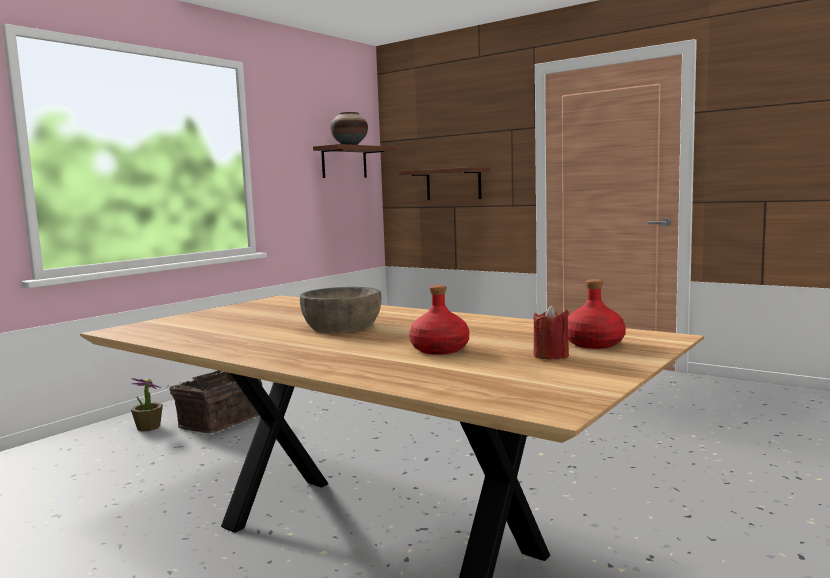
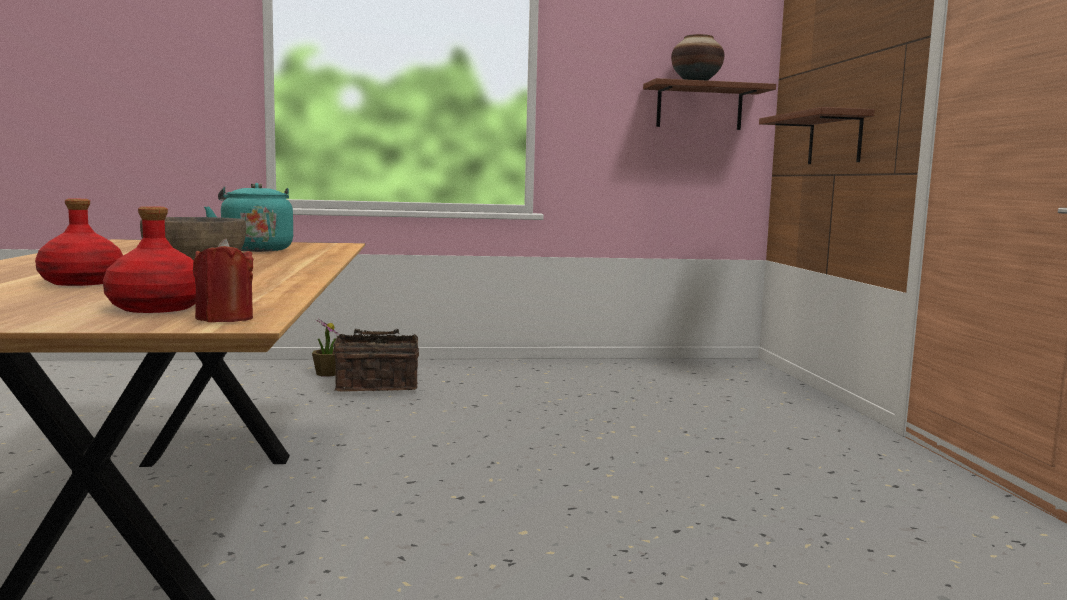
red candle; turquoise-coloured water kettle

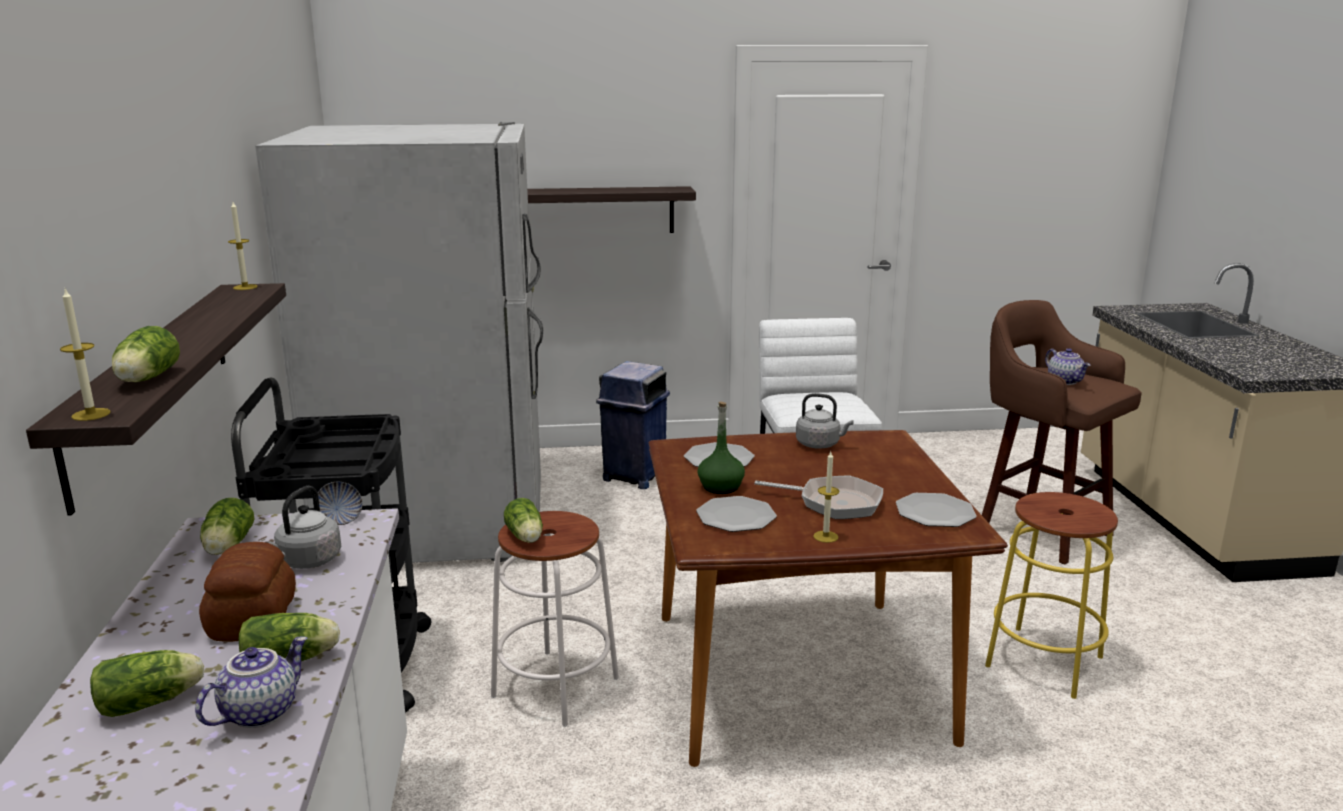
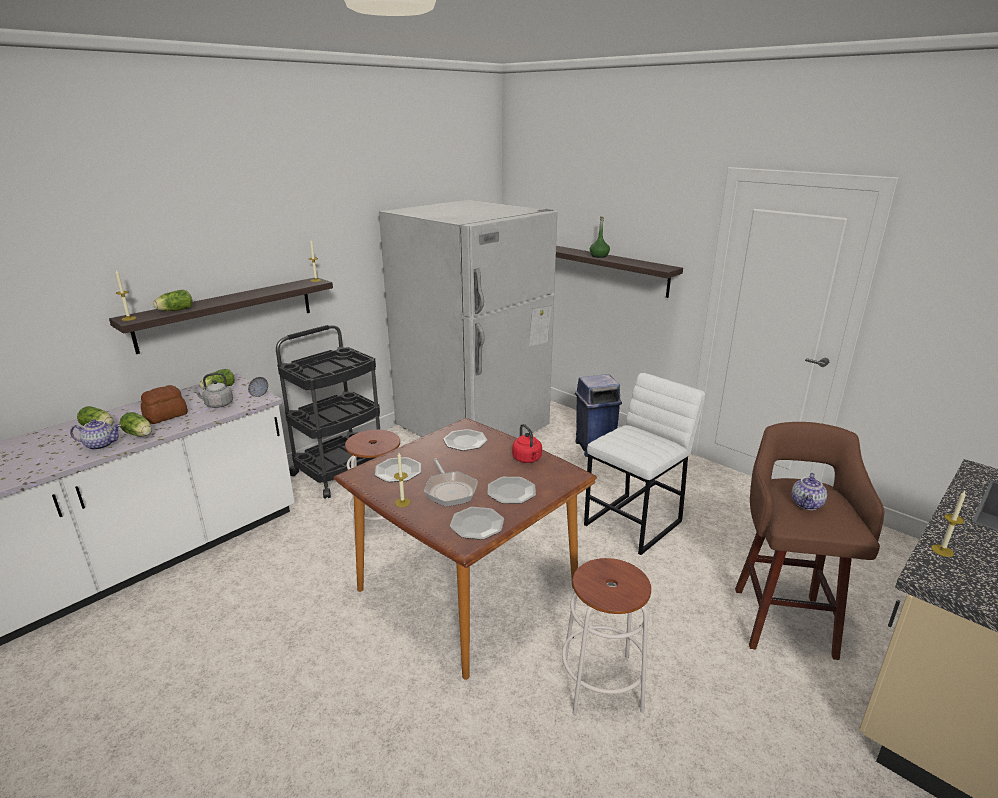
head of lettuce (5th from left in the first image); green-coloured beverage bottle; red water kettle; white-coloured sitting stool (2nd from left); dinner plate (4th from left); candle (4th from left)

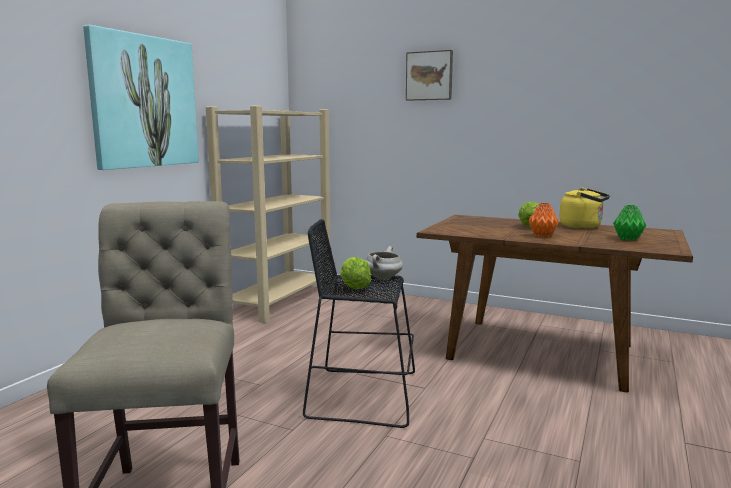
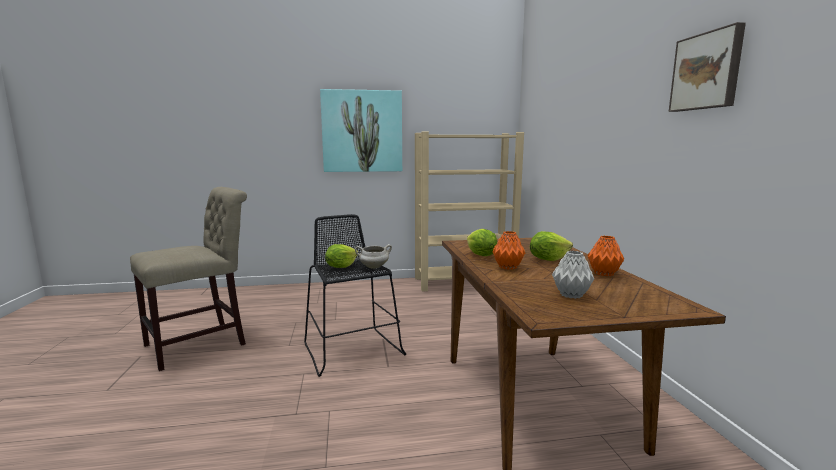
picture (2nd from left); orange-coloured decorative vase (2nd from left); greyish decorative vase; head of lettuce (2nd from left)

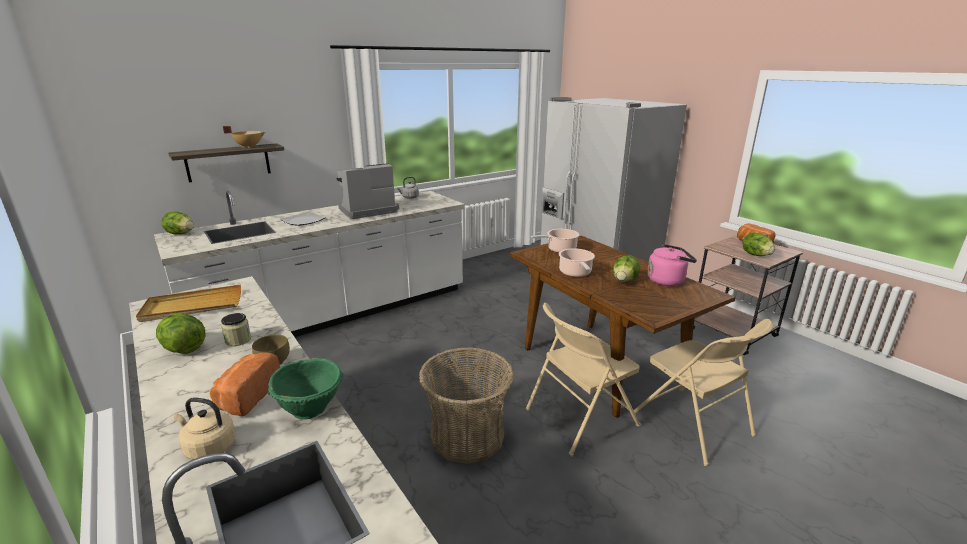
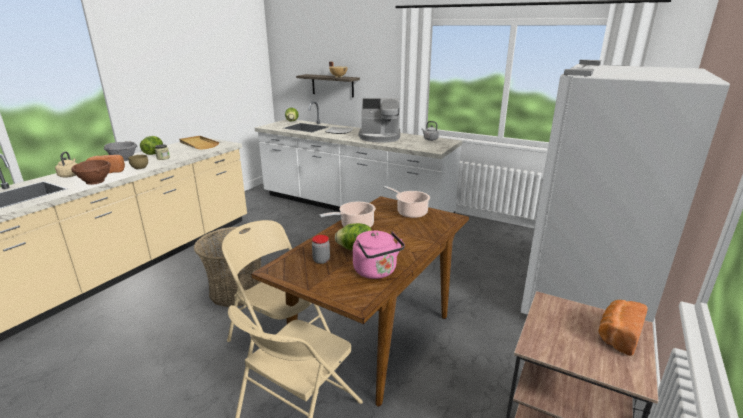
brownish deep dish (1st from left); coffee machine; head of lettuce (4th from left in the first image); greyish deep dish; storage jar (2nd from left)

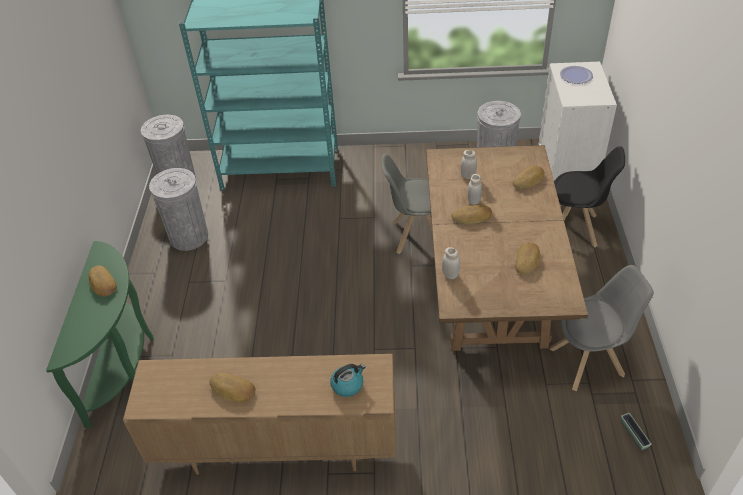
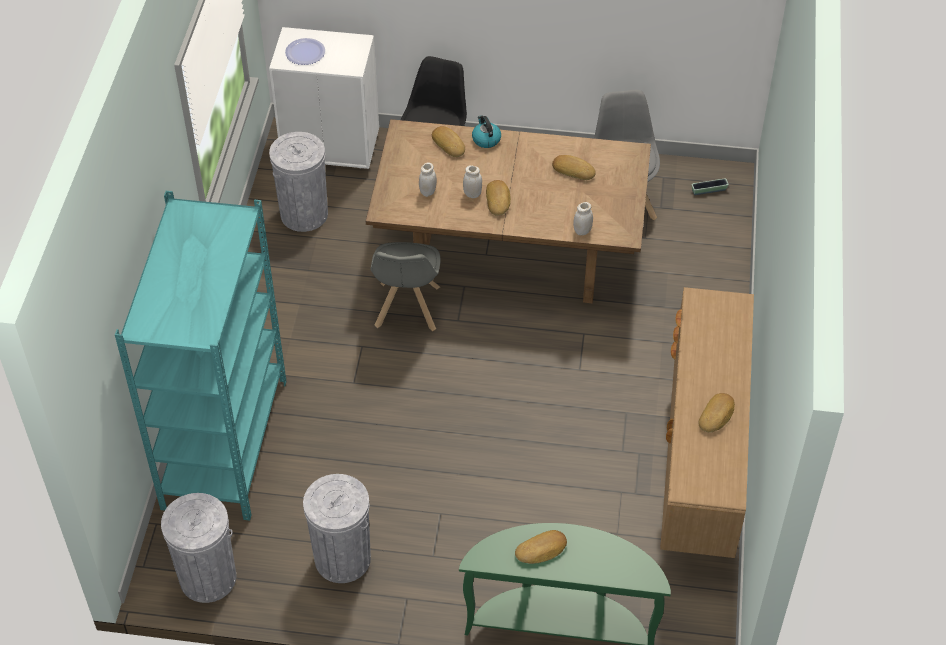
water kettle

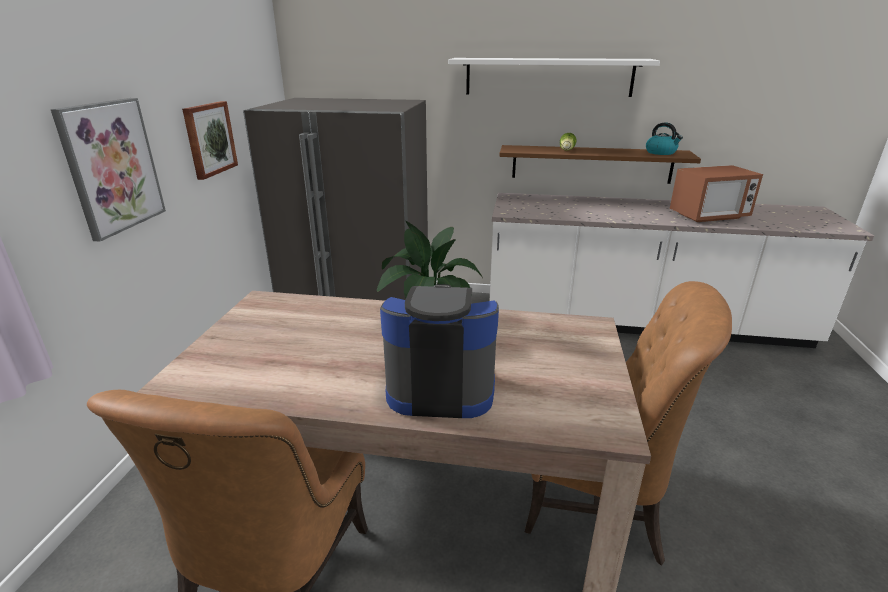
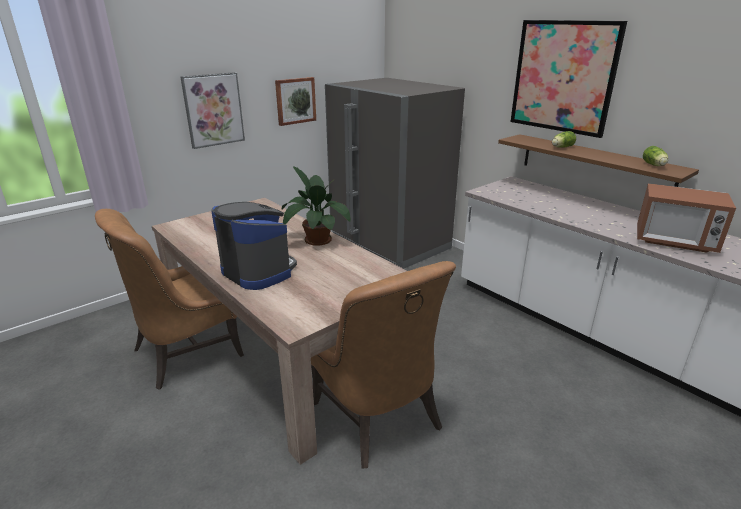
picture (3rd from left); head of lettuce (2nd from left)

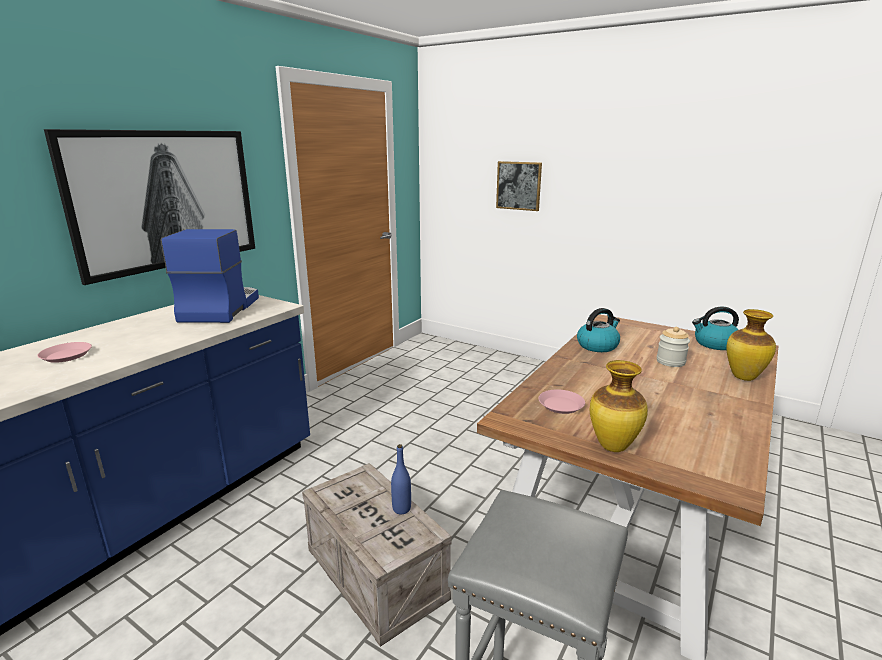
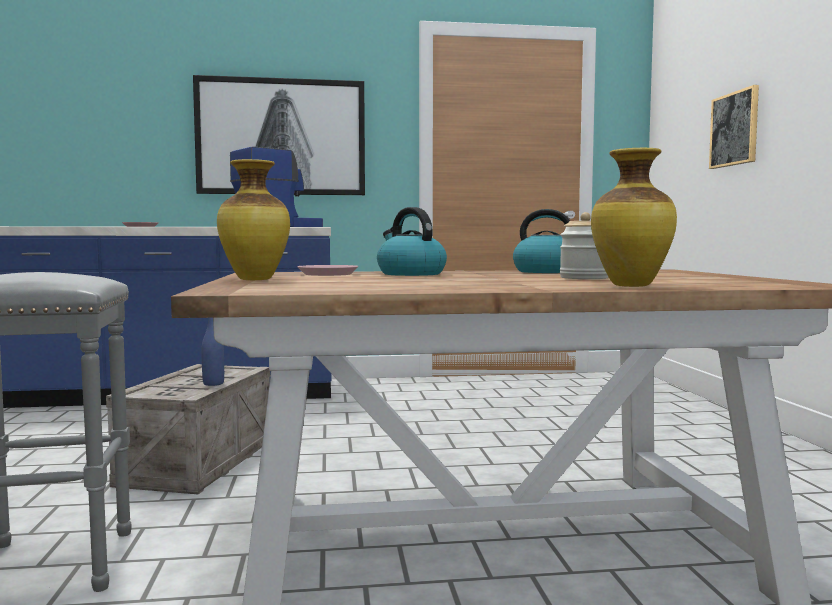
water kettle (1st from left)

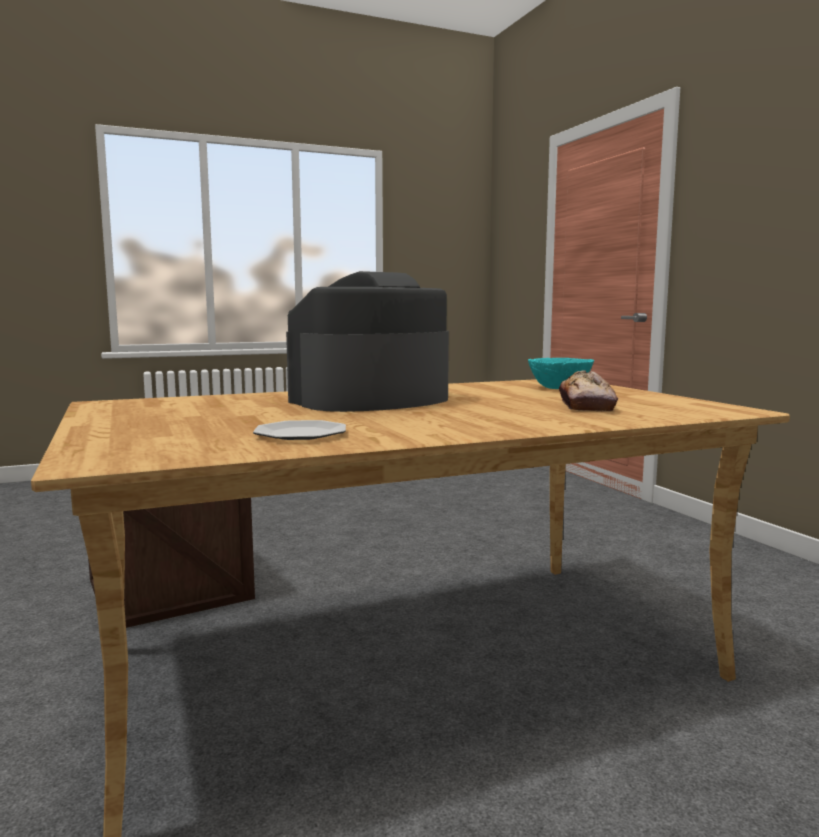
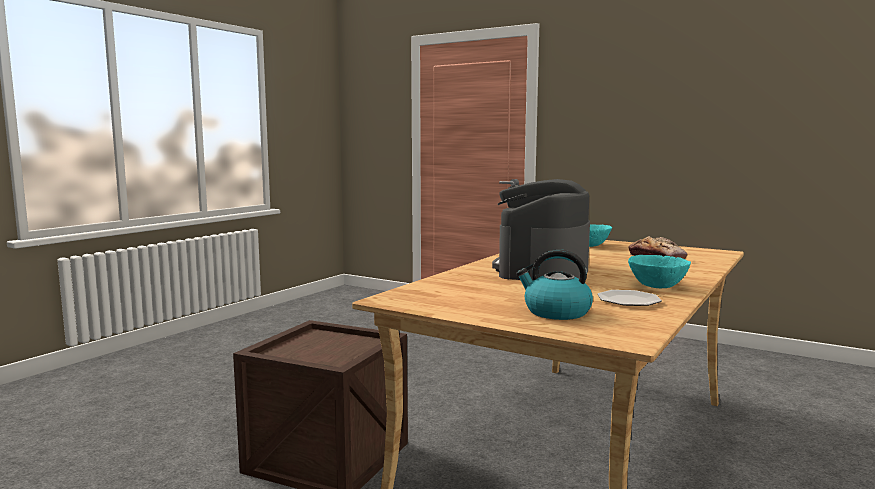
water kettle; turquoise-coloured deep dish (2nd from left)

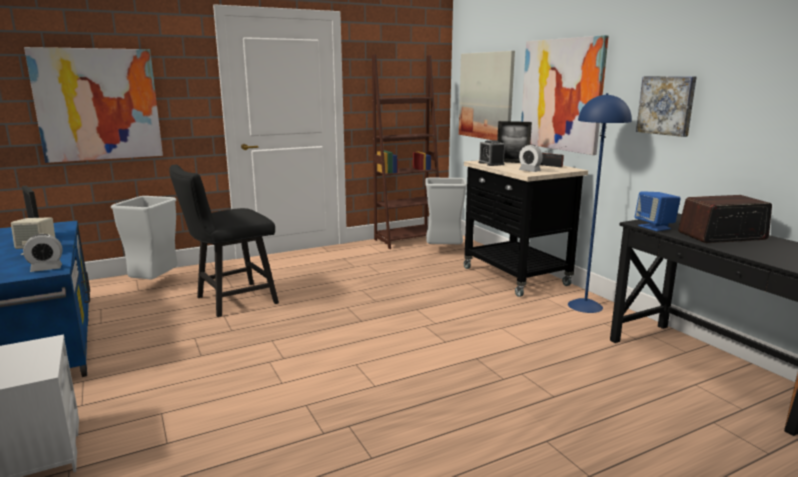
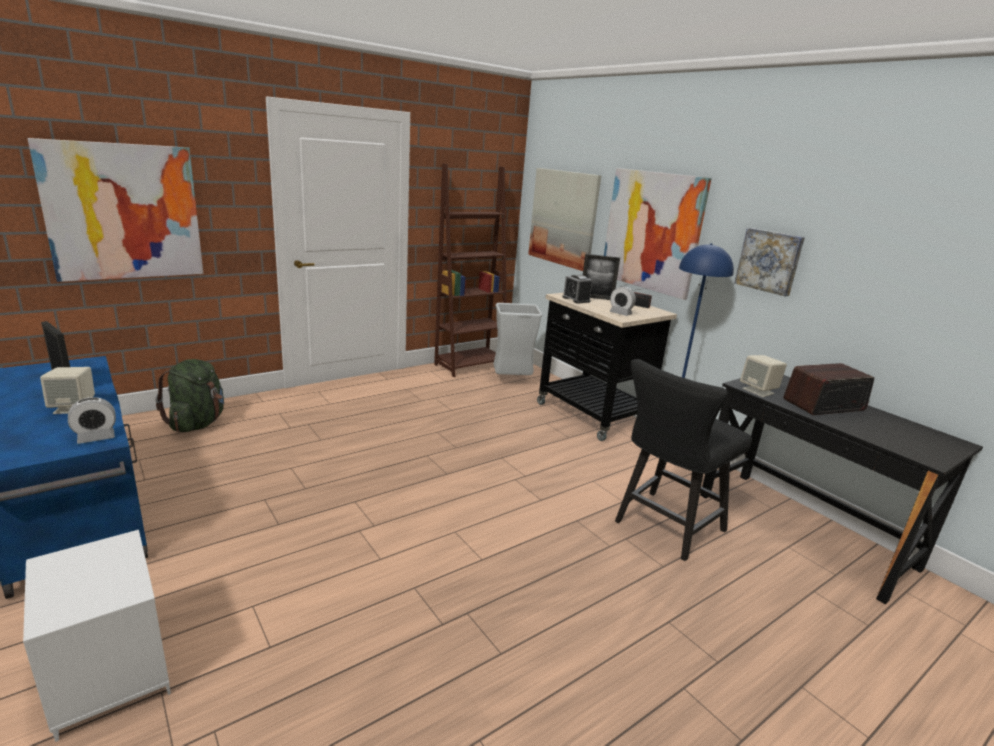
green-coloured backpack; blackish chair; sand-coloured audio speaker (2nd from left)

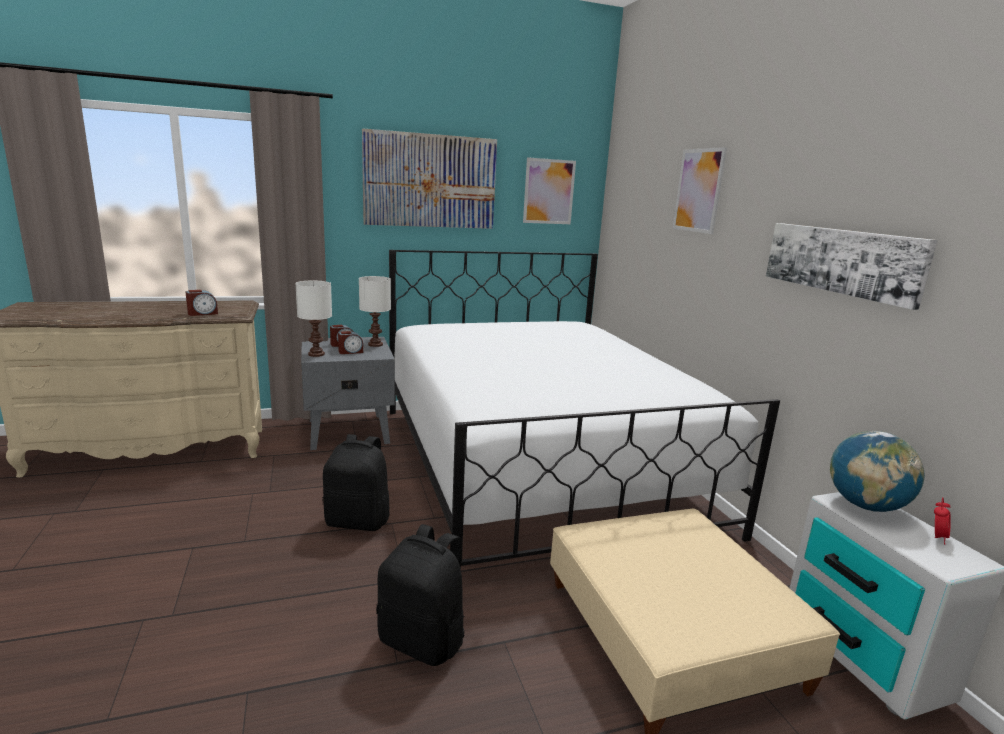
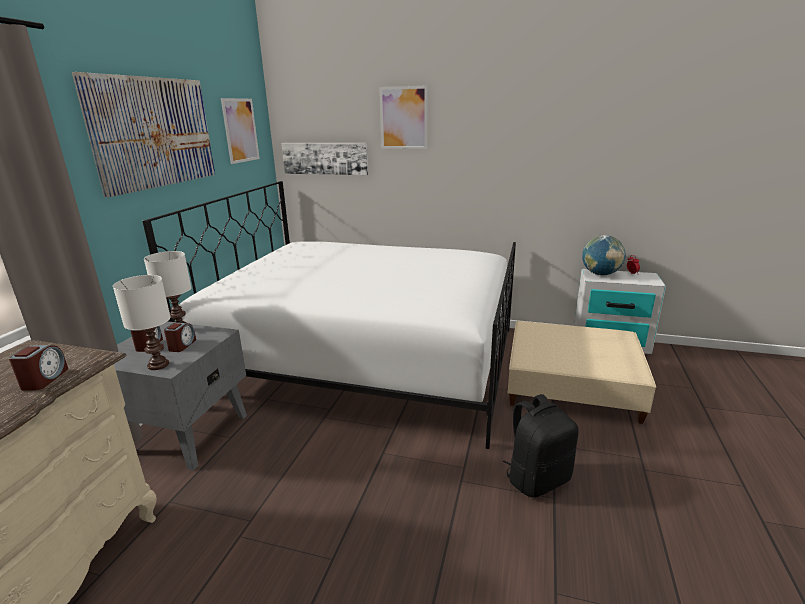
blackish backpack (1st from left in the first image); picture (3rd from left)

